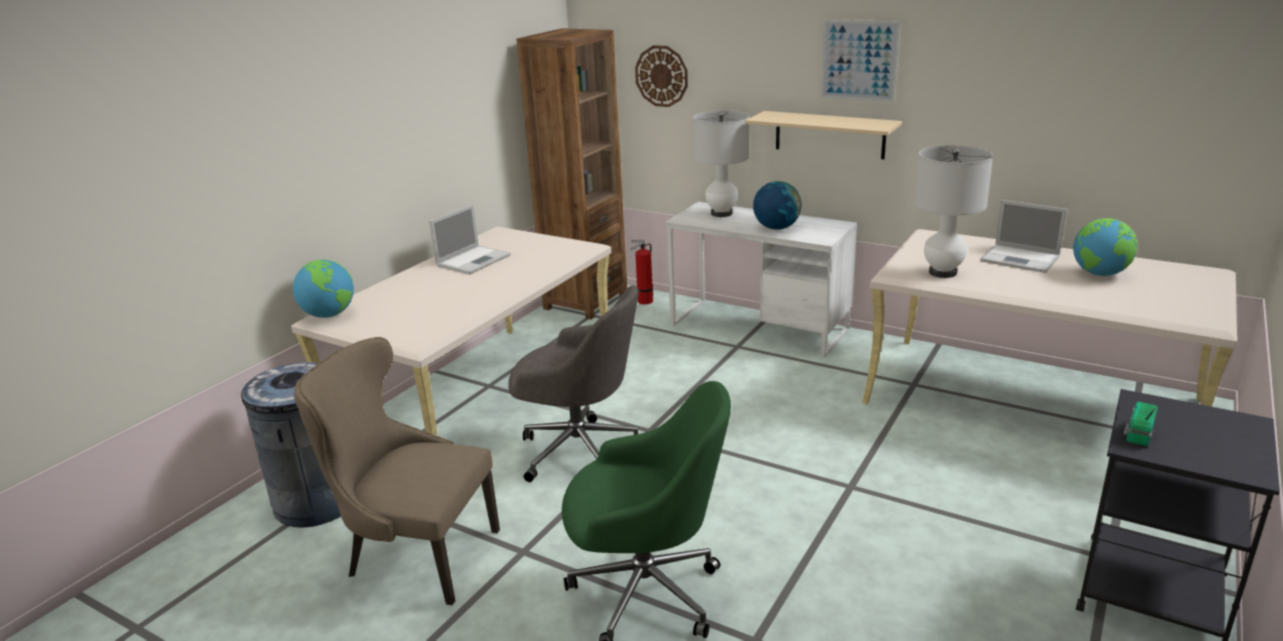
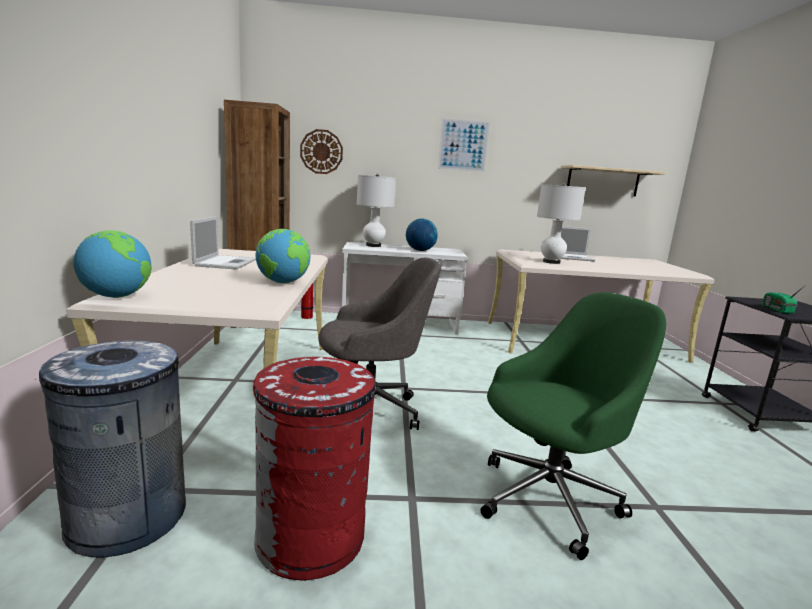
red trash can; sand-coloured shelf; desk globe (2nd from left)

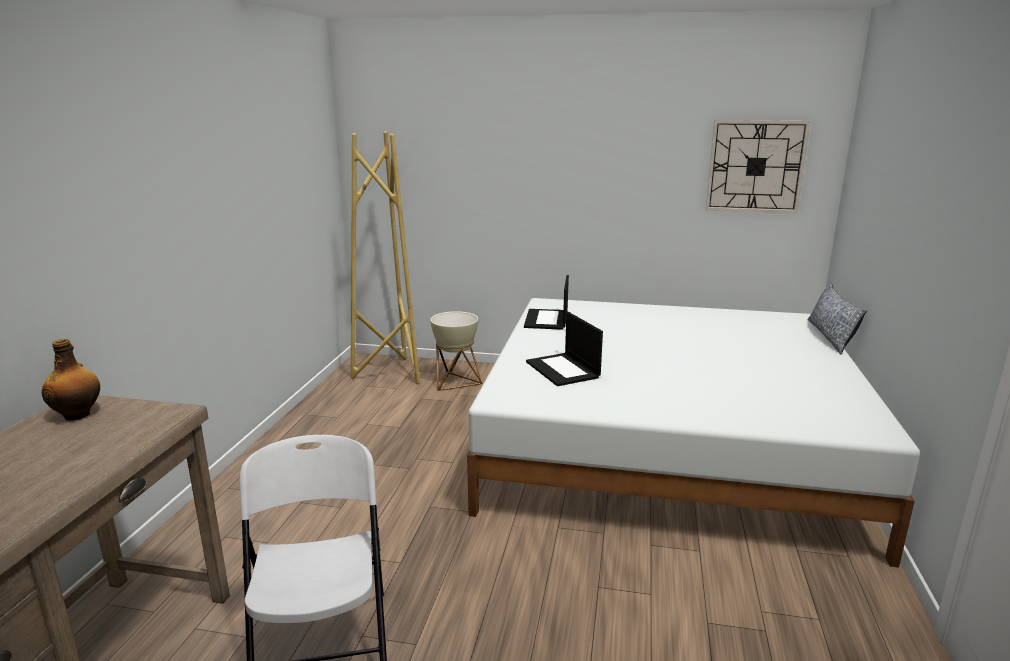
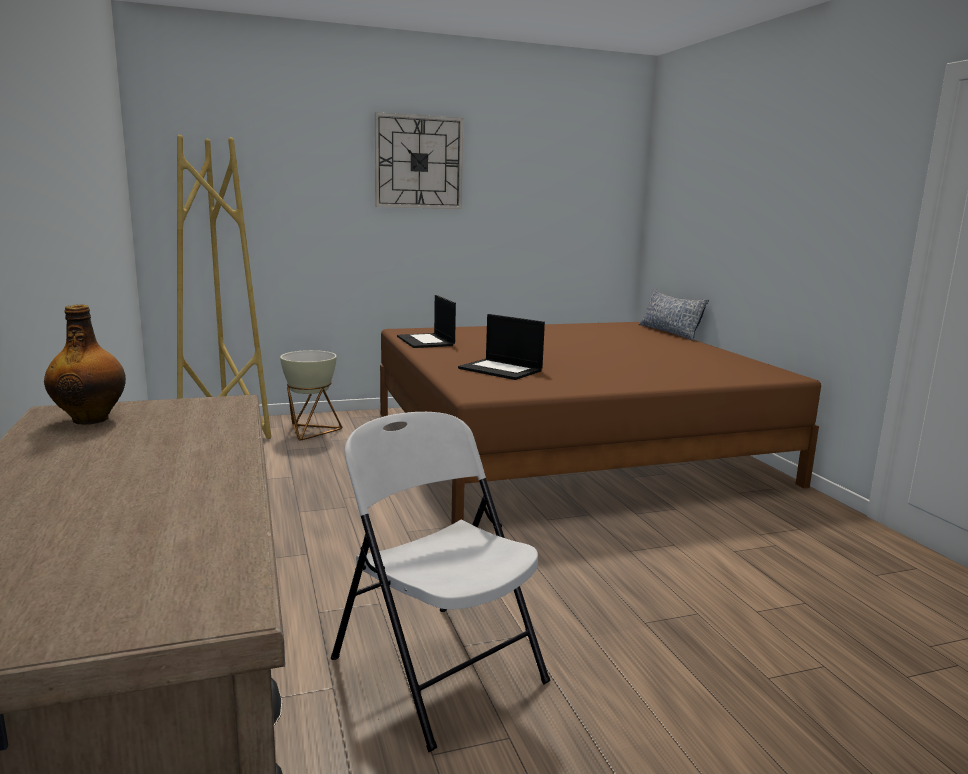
brownish bed; clock on the wall

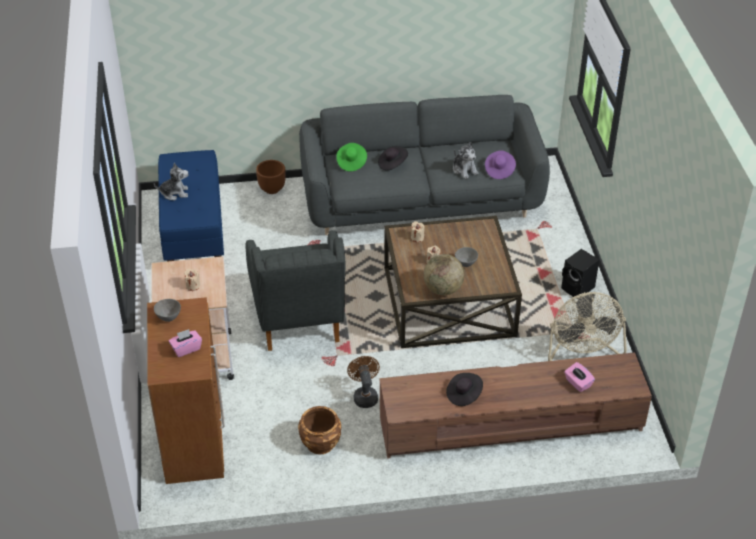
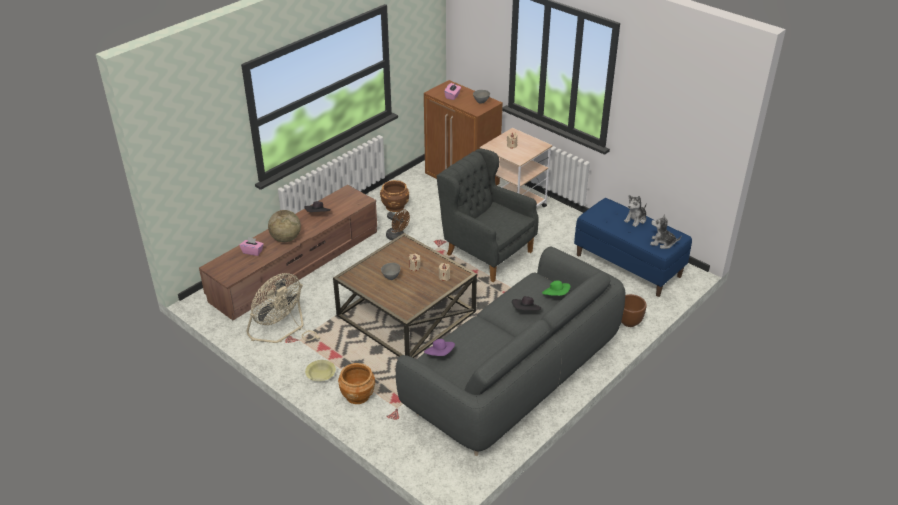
desk globe; soft toy (2nd from left); yellow-coloured deep dish; brownish flower pot (1st from left)

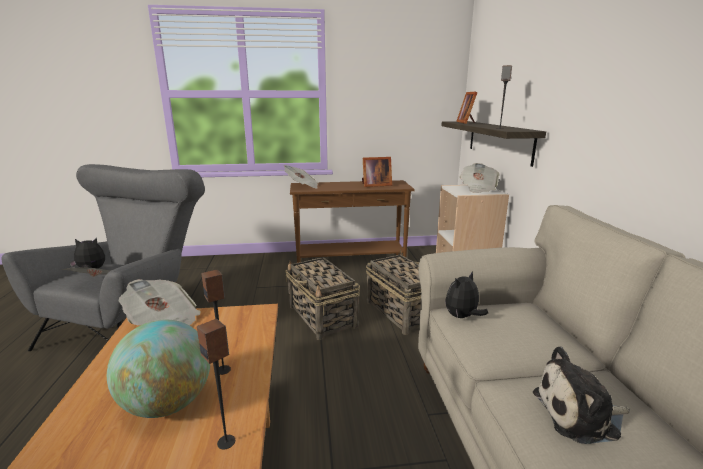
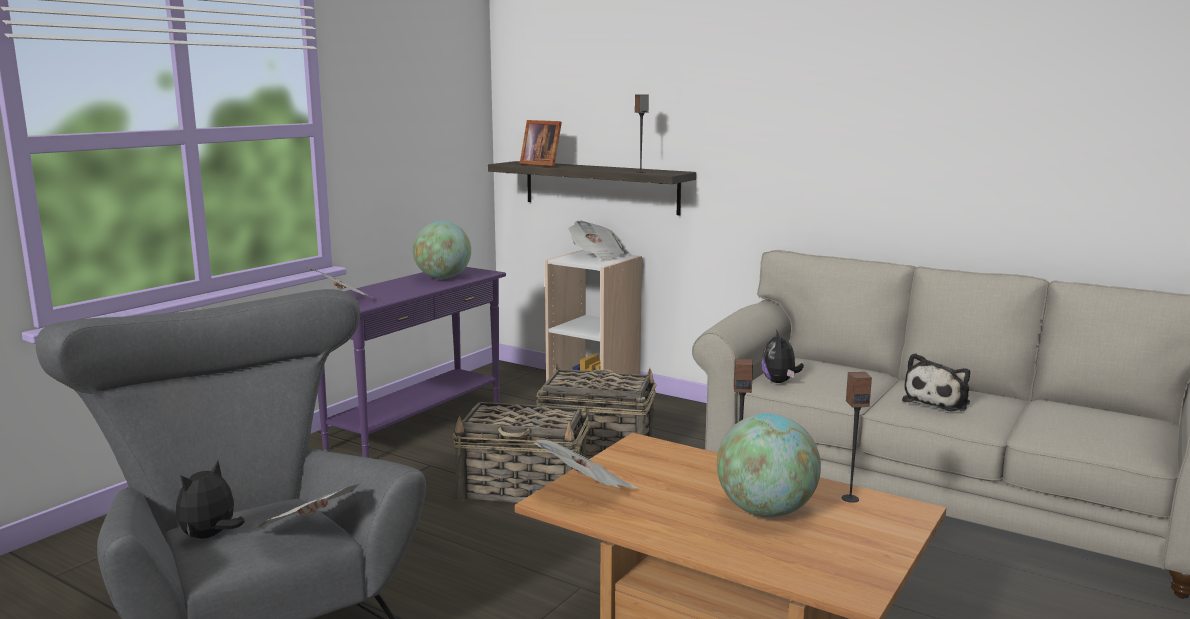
purplish console table; desk globe (1st from left)

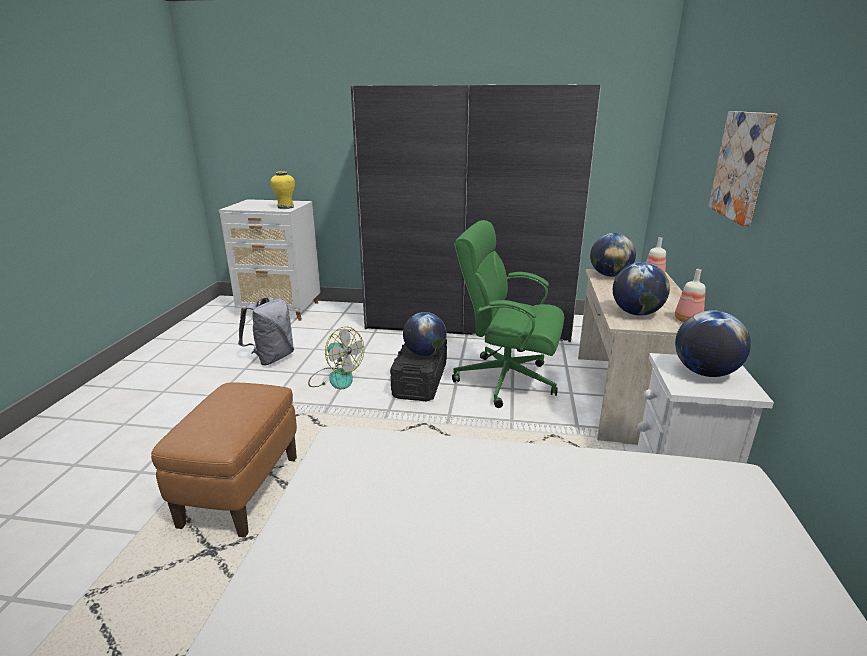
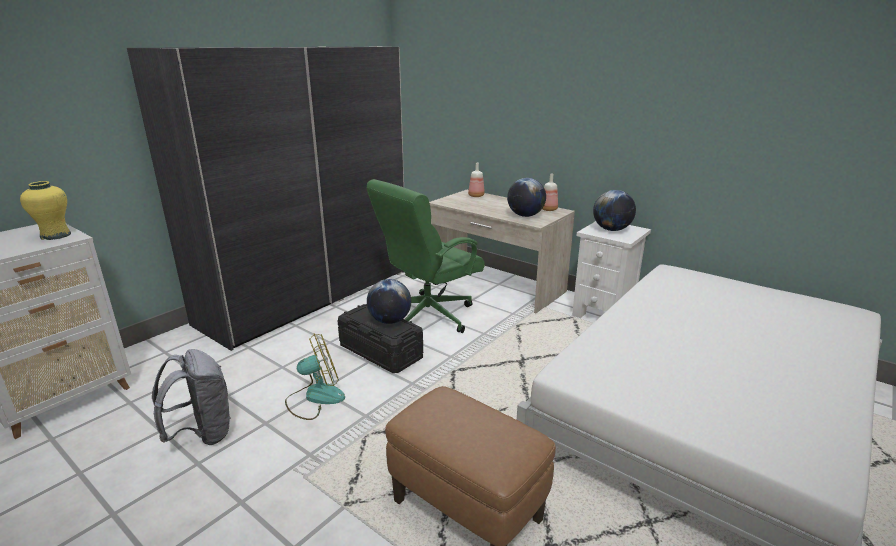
desk globe (2nd from left in the first image); picture

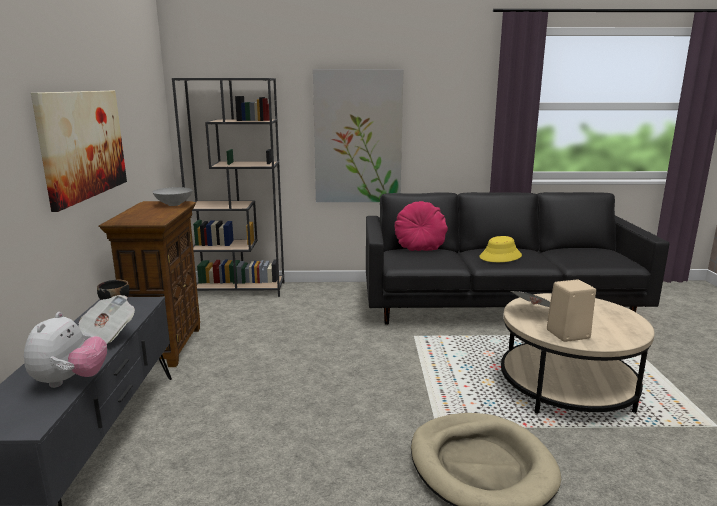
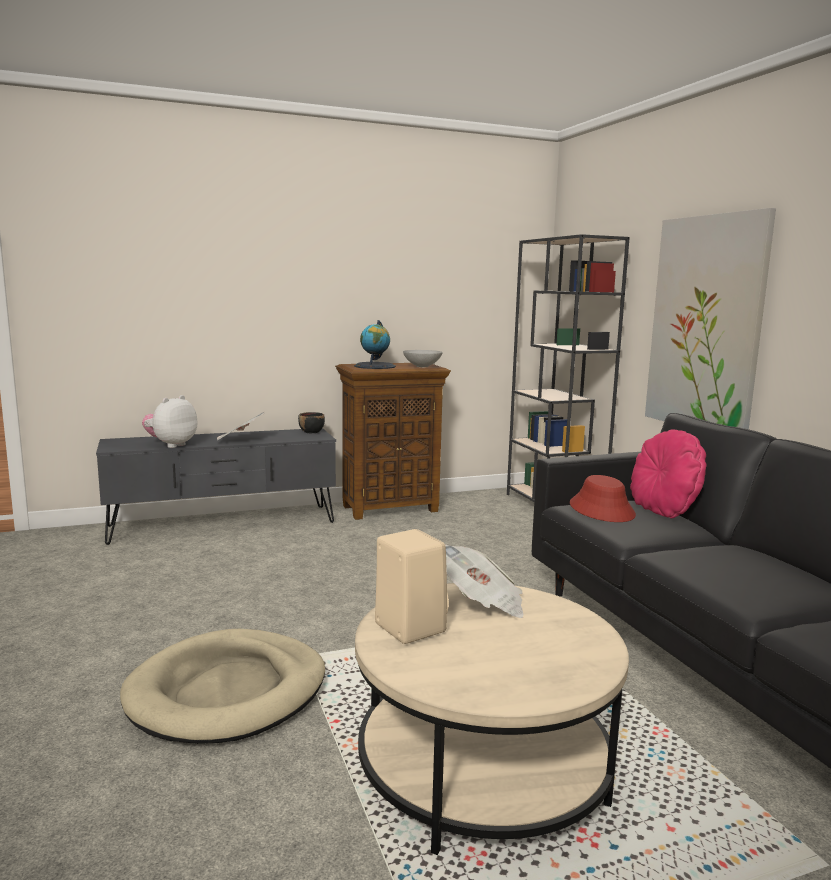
soft toy; picture (1st from left in the first image); yellow-coloured hat; desk globe; red hat

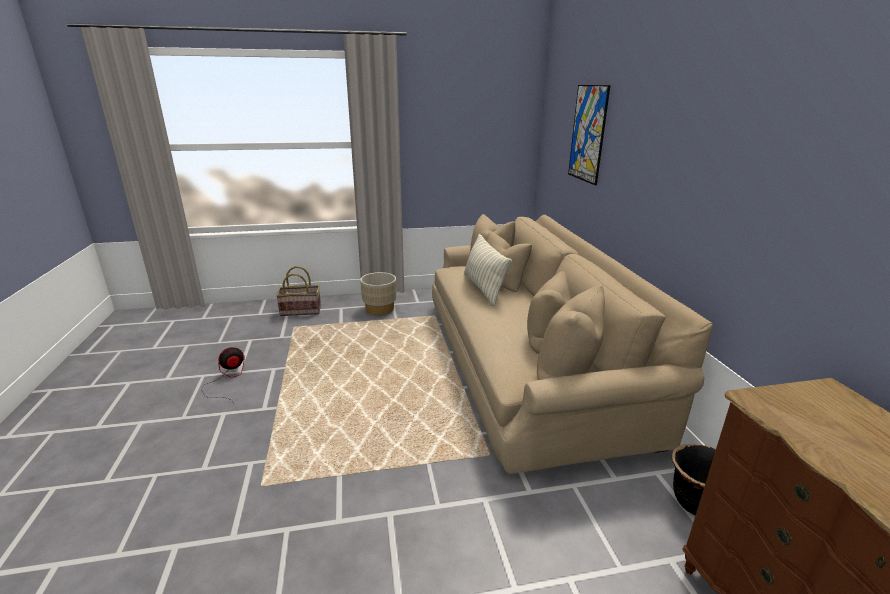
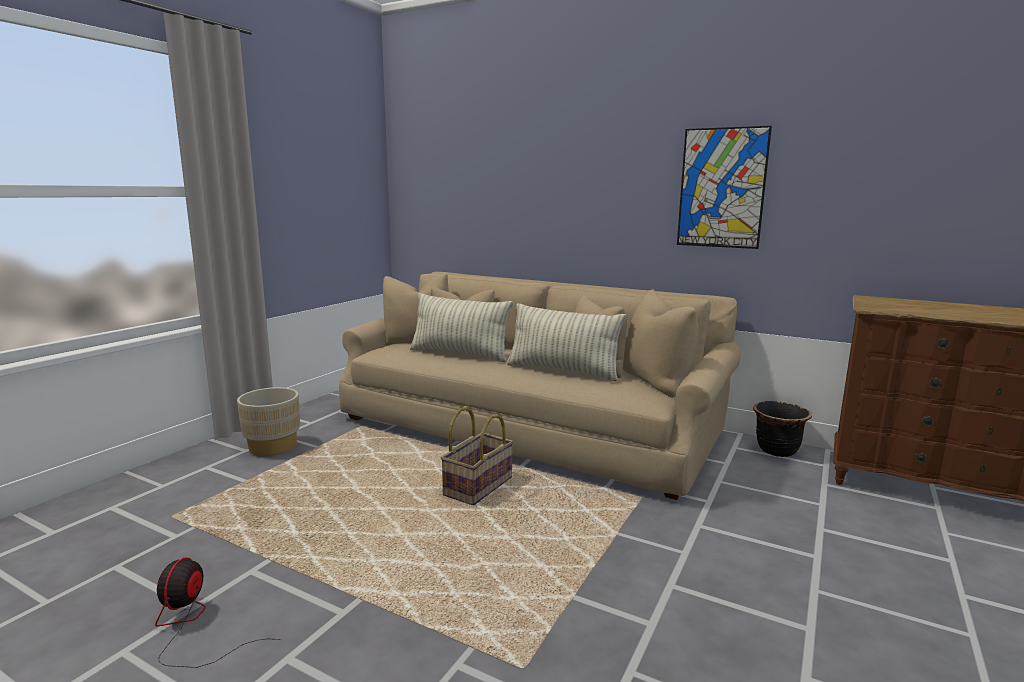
household basket; picture; throw pillow (2nd from left)

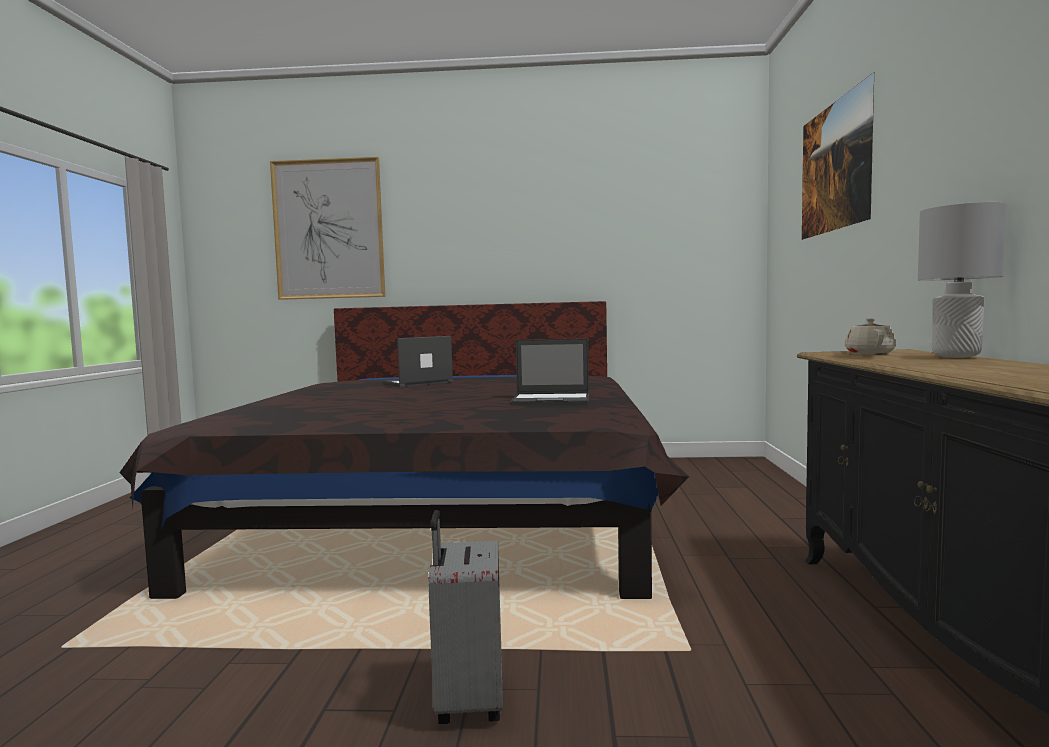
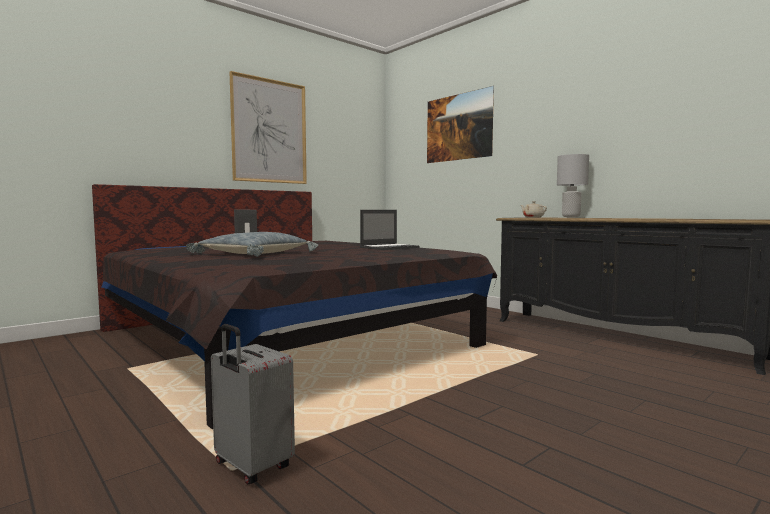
picture (1st from left); greyish suitcase; throw pillow

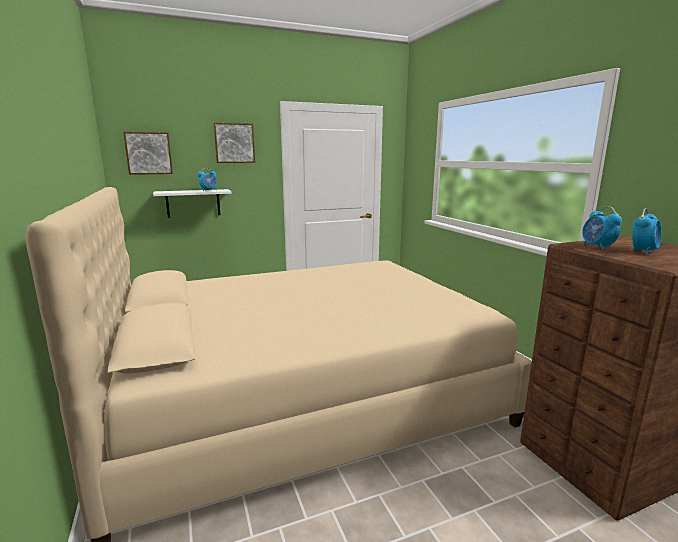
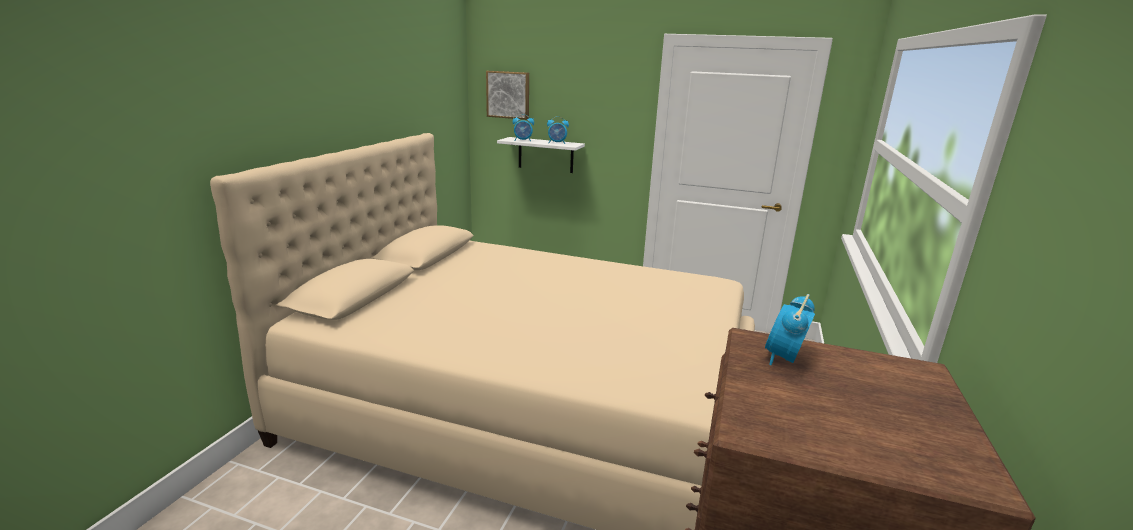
picture (2nd from left in the first image); bedside clock (1st from left)

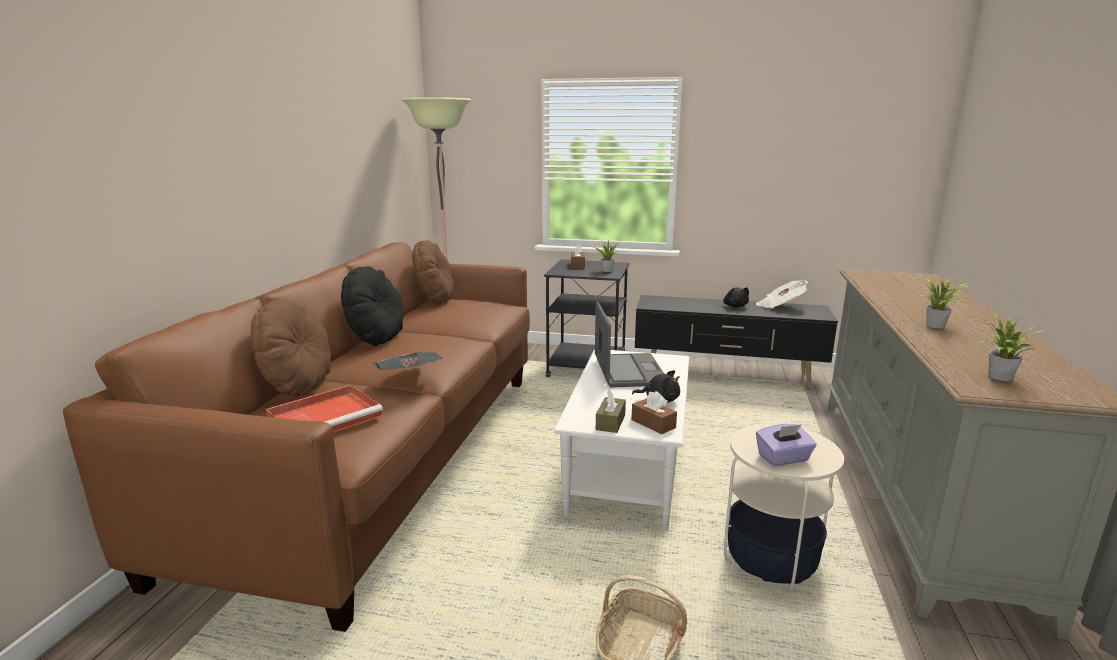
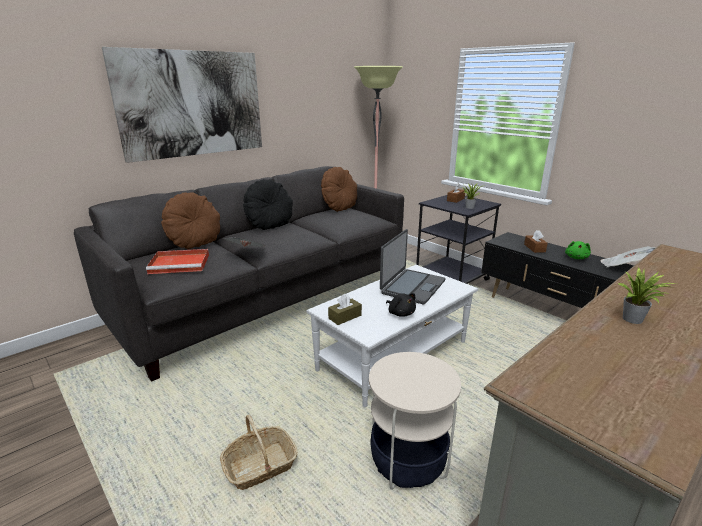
greyish settee; brownish box of tissues (3rd from left); green-coloured soft toy; purplish box of tissues; houseplant (3rd from left in the first image); picture

